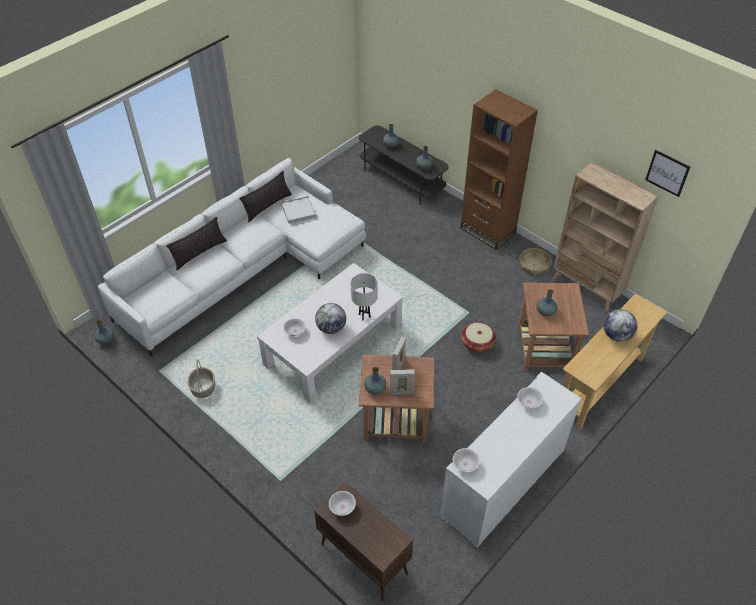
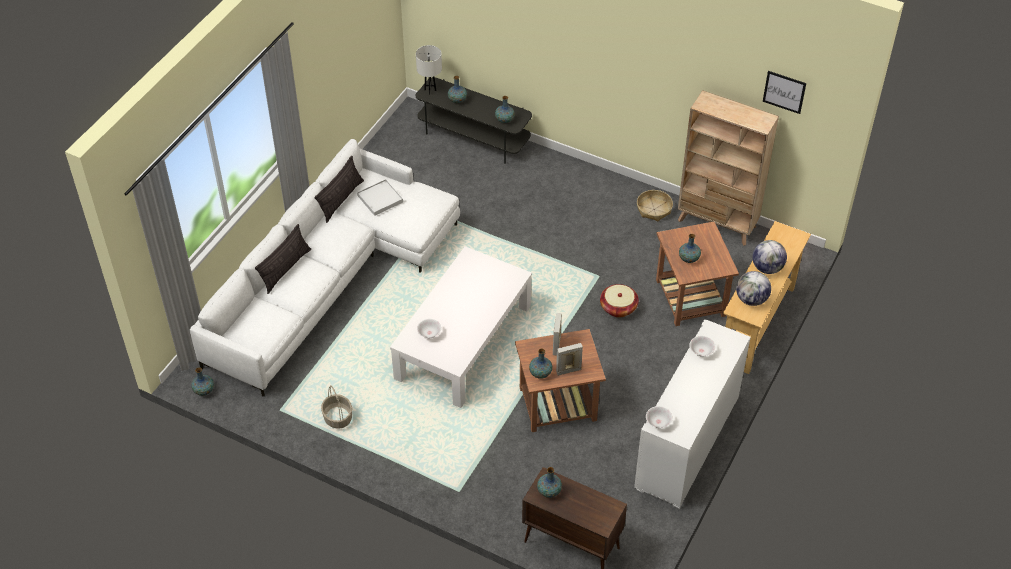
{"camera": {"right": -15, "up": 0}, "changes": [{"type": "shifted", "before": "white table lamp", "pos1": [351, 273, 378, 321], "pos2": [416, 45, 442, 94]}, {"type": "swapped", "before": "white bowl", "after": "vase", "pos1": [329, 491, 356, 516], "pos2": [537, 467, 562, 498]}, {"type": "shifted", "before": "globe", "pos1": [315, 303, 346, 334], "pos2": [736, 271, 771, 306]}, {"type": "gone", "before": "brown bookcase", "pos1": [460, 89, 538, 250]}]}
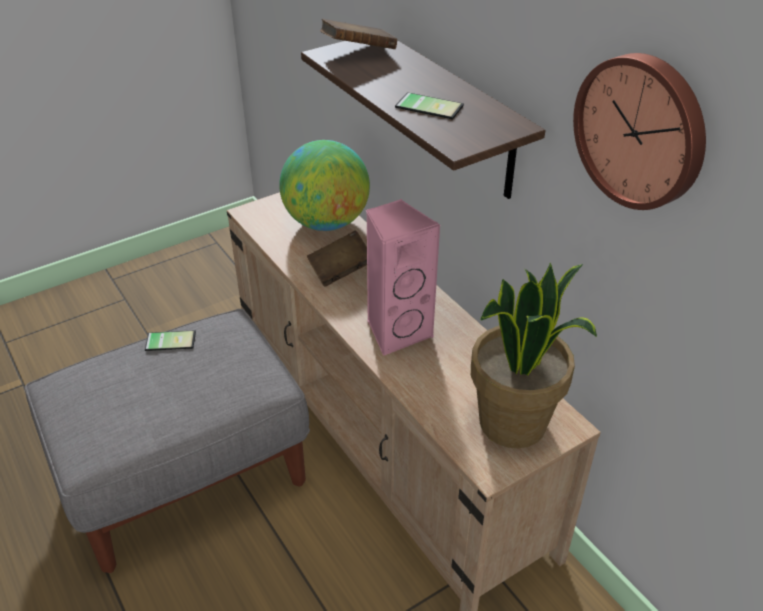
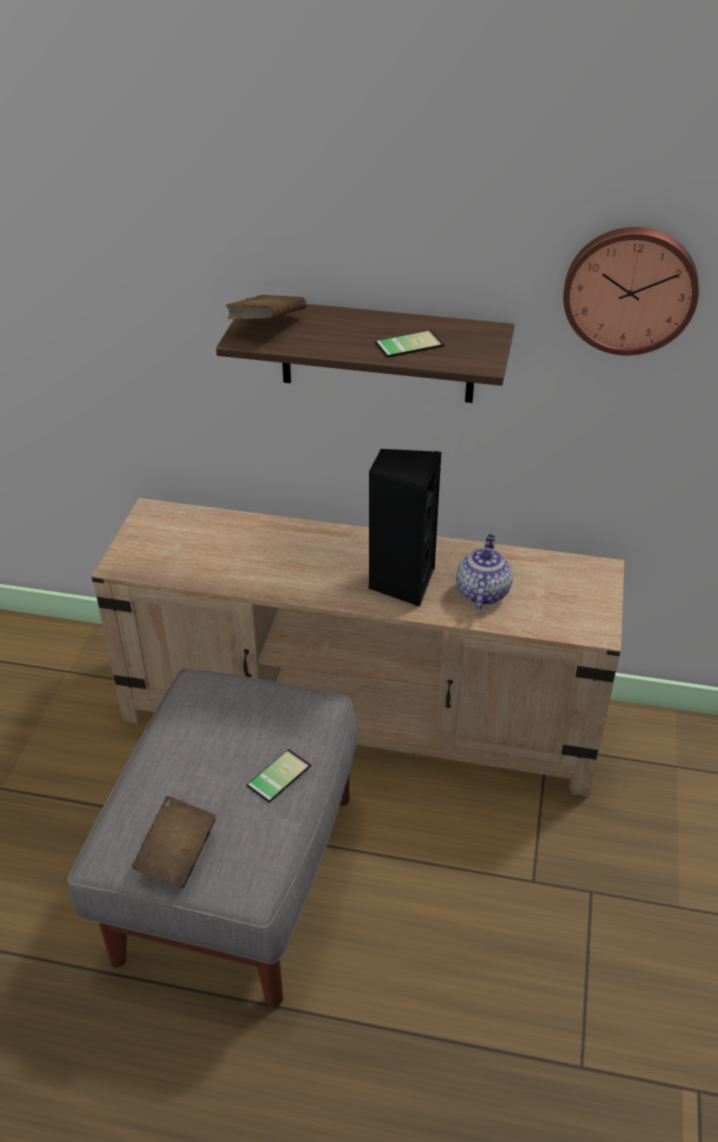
{"camera": {"right": -45, "up": 0}, "changes": [{"type": "shifted", "before": "brown book", "pos1": [307, 231, 367, 287], "pos2": [132, 796, 216, 888]}, {"type": "shifted", "before": "phone", "pos1": [145, 330, 196, 351], "pos2": [247, 749, 311, 803]}, {"type": "repainted", "before": "pink speaker", "after": "black speaker", "pos1": [366, 199, 440, 356], "pos2": [368, 448, 441, 607]}, {"type": "new", "after": "teapot", "pos2": [456, 534, 513, 609]}, {"type": "gone", "before": "globe", "pos1": [279, 140, 370, 231]}, {"type": "gone", "before": "potted plant", "pos1": [471, 263, 597, 448]}]}
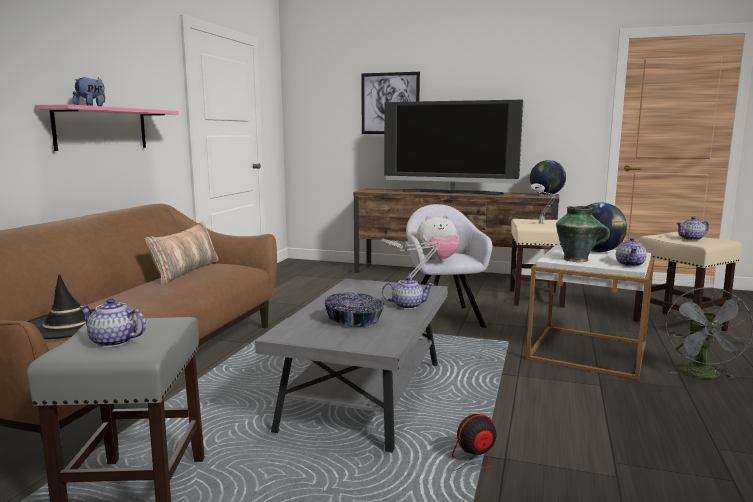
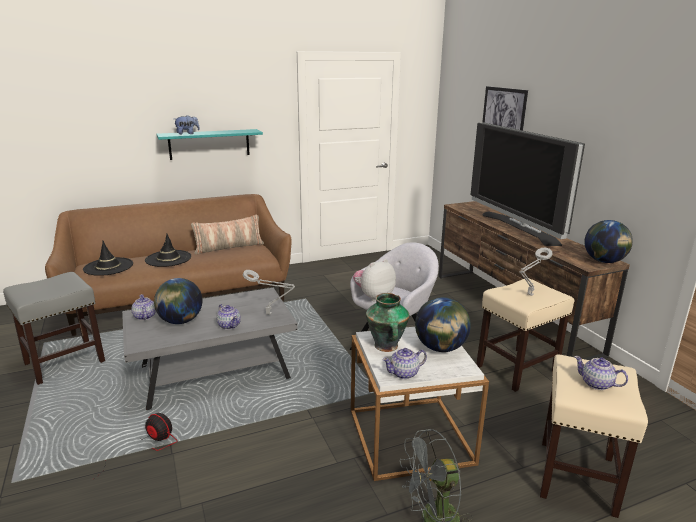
{"camera": {"right": 50, "up": 10}, "changes": [{"type": "shifted", "before": "teapot", "pos1": [79, 298, 146, 347], "pos2": [131, 294, 156, 320]}, {"type": "new", "after": "black hat", "pos2": [145, 234, 191, 267]}, {"type": "swapped", "before": "bowl", "after": "globe", "pos1": [324, 292, 385, 327], "pos2": [154, 278, 202, 324]}, {"type": "repainted", "before": "pink shelf", "after": "turquoise shelf", "pos1": [35, 104, 179, 151], "pos2": [156, 129, 263, 160]}, {"type": "rotated", "before": "plush toy", "pos1": [416, 215, 460, 260], "pos2": [353, 259, 396, 301], "turn": 105}]}
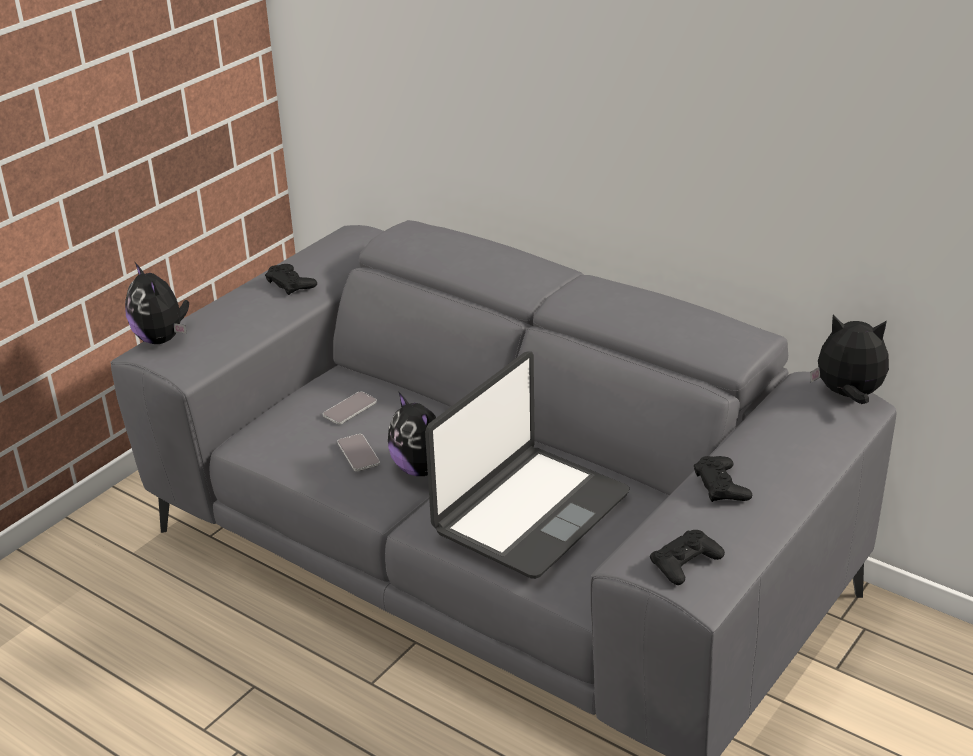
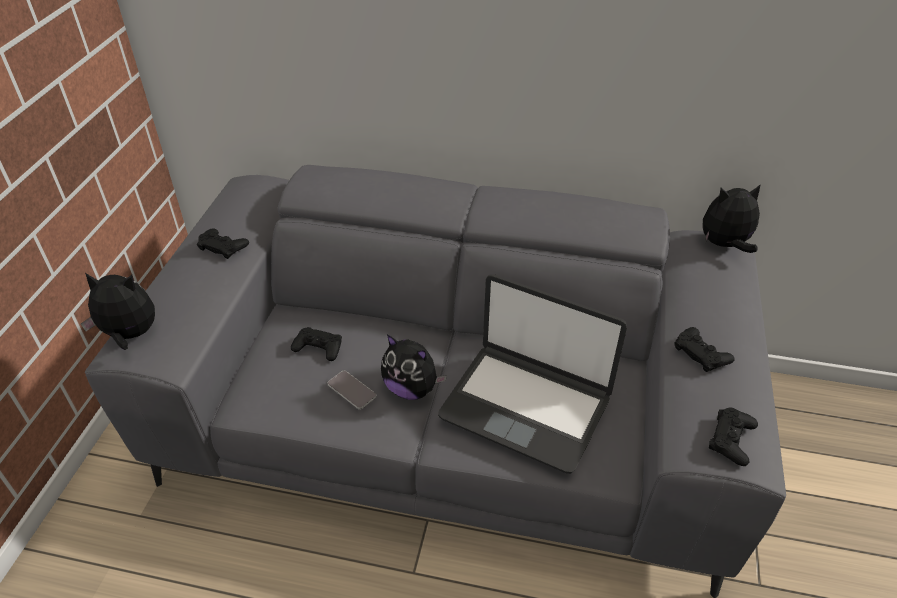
{"camera": {"right": -25, "up": 10}, "changes": [{"type": "rotated", "before": "plush toy", "pos1": [125, 263, 189, 344], "pos2": [81, 273, 155, 350], "turn": 150}, {"type": "swapped", "before": "phone", "after": "black game controller", "pos1": [323, 392, 377, 425], "pos2": [291, 327, 342, 361]}, {"type": "rotated", "before": "laptop", "pos1": [425, 351, 630, 579], "pos2": [438, 274, 627, 474], "turn": 105}]}
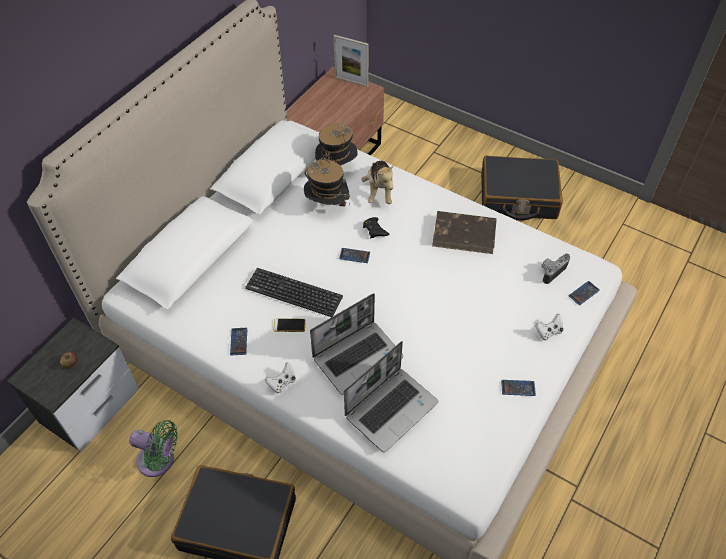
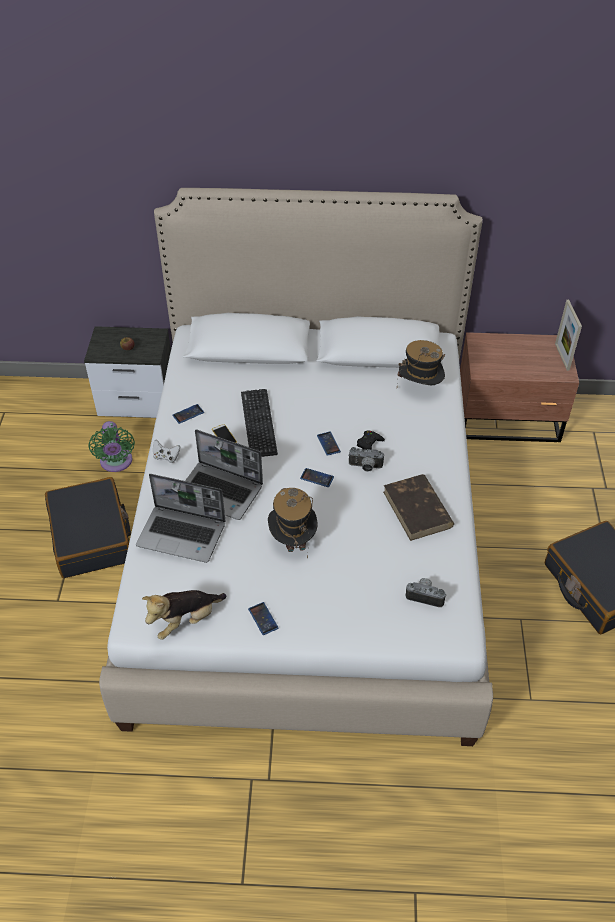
{"camera": {"right": 60, "up": -5}, "changes": [{"type": "shifted", "before": "plush toy", "pos1": [361, 161, 394, 204], "pos2": [142, 590, 227, 640]}, {"type": "shifted", "before": "hat", "pos1": [304, 156, 350, 207], "pos2": [268, 488, 318, 559]}, {"type": "shifted", "before": "phone", "pos1": [569, 281, 600, 305], "pos2": [300, 468, 334, 487]}, {"type": "new", "after": "photo camera", "pos2": [348, 447, 384, 472]}, {"type": "gone", "before": "white game controller", "pos1": [535, 313, 563, 341]}]}
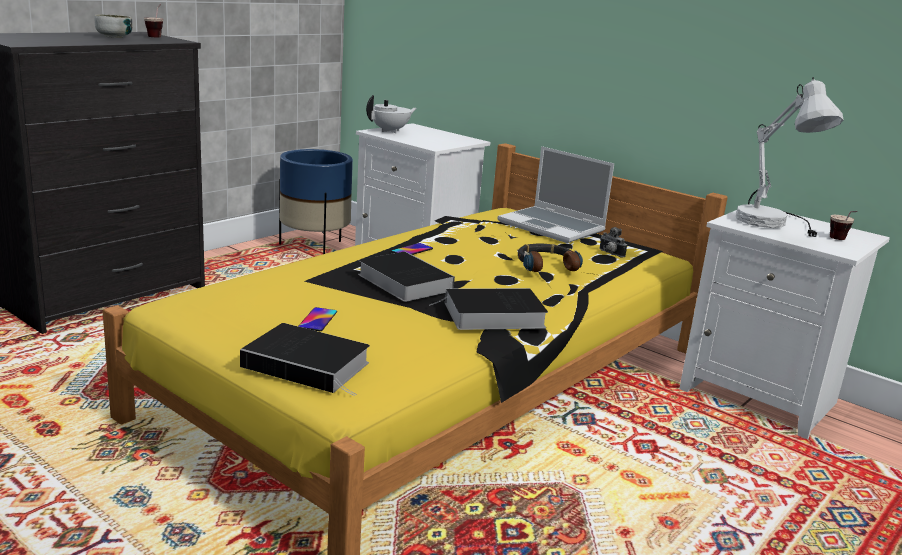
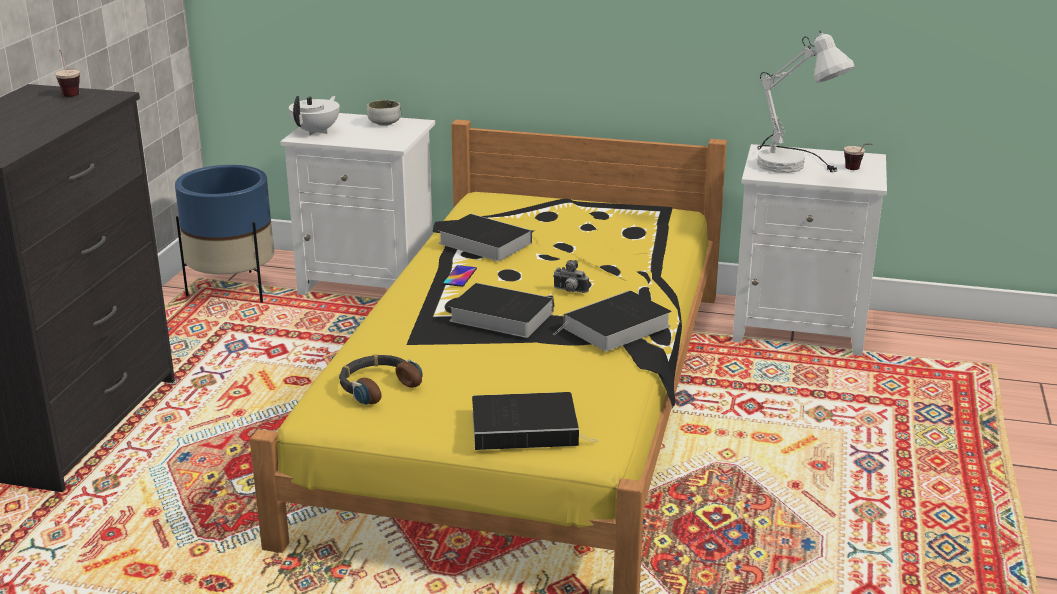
{"camera": {"right": -25, "up": 5}, "changes": [{"type": "shifted", "before": "headphones", "pos1": [518, 243, 583, 272], "pos2": [339, 354, 423, 405]}, {"type": "shifted", "before": "bowl", "pos1": [94, 15, 132, 38], "pos2": [367, 100, 401, 126]}, {"type": "new", "after": "book", "pos2": [438, 214, 532, 261]}, {"type": "shifted", "before": "photo camera", "pos1": [599, 227, 627, 257], "pos2": [553, 260, 589, 293]}, {"type": "gone", "before": "phone", "pos1": [298, 307, 337, 331]}, {"type": "gone", "before": "laptop", "pos1": [497, 146, 614, 243]}]}
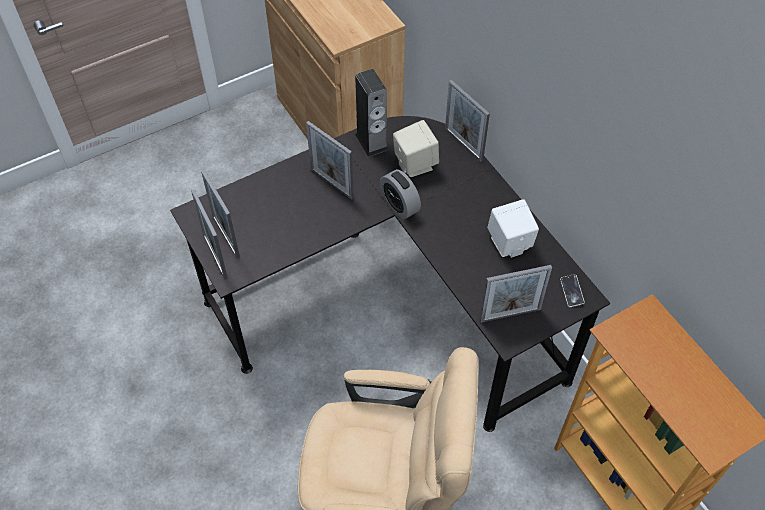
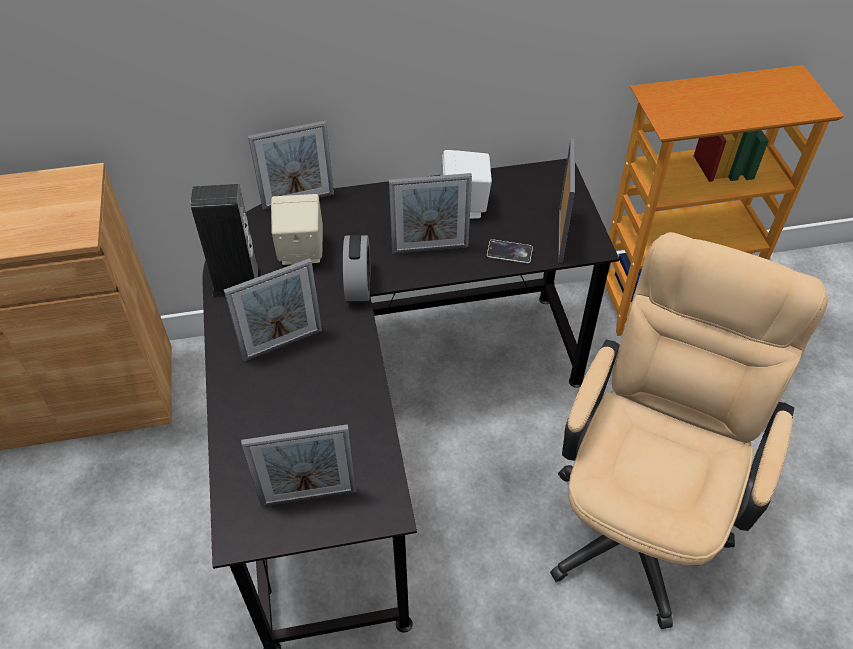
{"camera": {"right": -70, "up": -5}, "changes": [{"type": "rotated", "before": "alarm clock", "pos1": [380, 169, 421, 219], "pos2": [343, 235, 370, 301], "turn": -75}, {"type": "shifted", "before": "picture frame", "pos1": [191, 189, 228, 280], "pos2": [389, 173, 472, 254]}, {"type": "shifted", "before": "phone", "pos1": [560, 274, 585, 307], "pos2": [487, 239, 533, 263]}]}
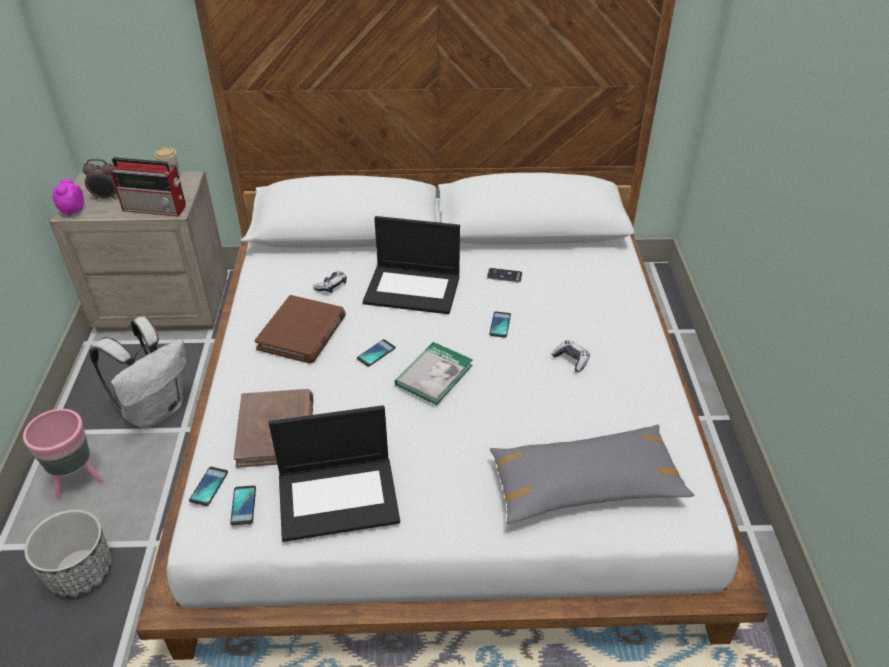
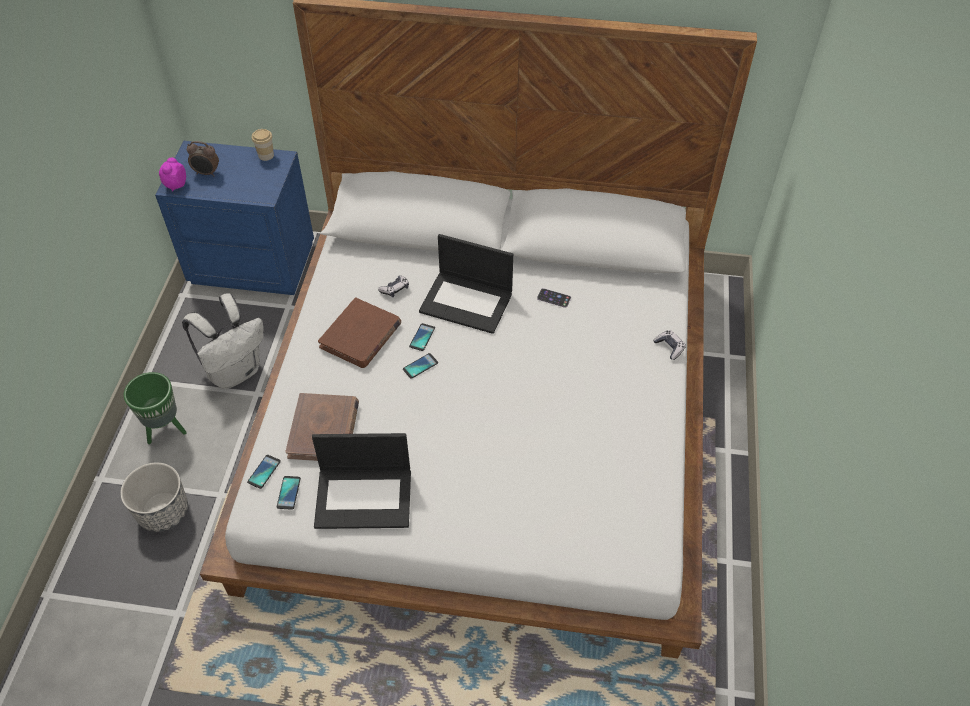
{"camera": {"right": 10, "up": 10}, "changes": [{"type": "repainted", "before": "pink planter", "after": "green planter", "pos1": [23, 409, 104, 499], "pos2": [124, 372, 187, 444]}, {"type": "repainted", "before": "beige nightstand", "after": "blue nightstand", "pos1": [50, 171, 228, 331], "pos2": [155, 141, 314, 295]}, {"type": "shifted", "before": "phone", "pos1": [489, 311, 511, 338], "pos2": [409, 323, 435, 351]}, {"type": "shifted", "before": "game controller", "pos1": [552, 340, 590, 372], "pos2": [653, 330, 686, 360]}, {"type": "gone", "before": "radio", "pos1": [110, 157, 186, 217]}, {"type": "gone", "before": "book", "pos1": [395, 342, 473, 405]}, {"type": "gone", "before": "grey pillow", "pos1": [490, 425, 694, 524]}]}
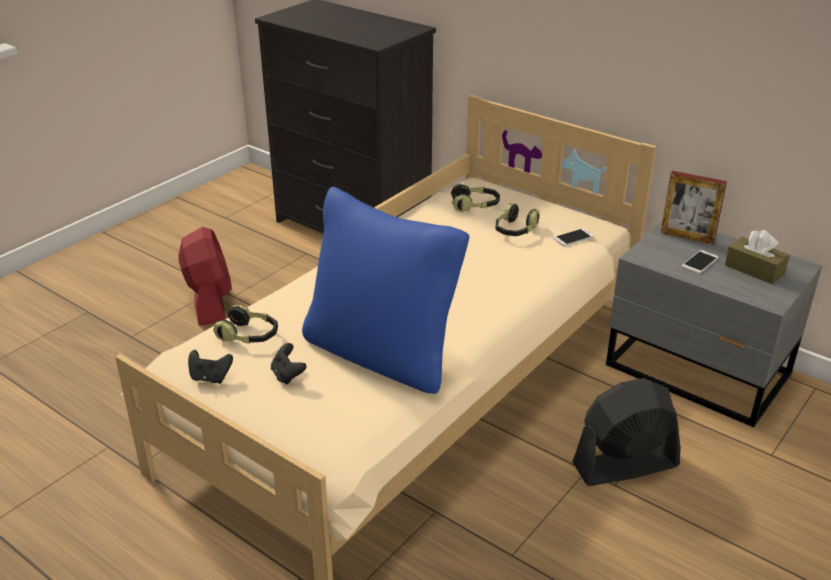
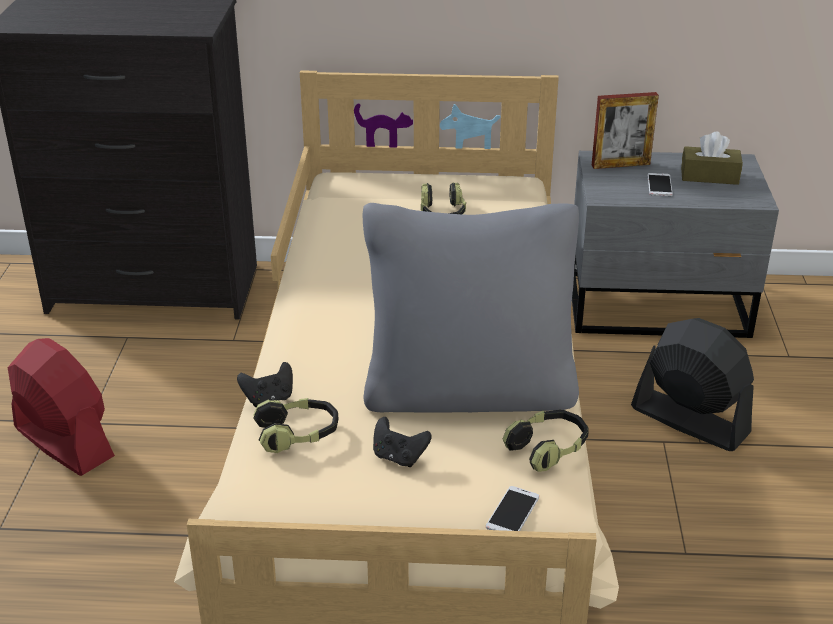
{"camera": {"right": -35, "up": 0}, "changes": [{"type": "shifted", "before": "black game controller", "pos1": [188, 350, 233, 384], "pos2": [237, 362, 293, 407]}, {"type": "repainted", "before": "blue pillow", "after": "grey pillow", "pos1": [302, 187, 469, 394], "pos2": [363, 203, 579, 413]}, {"type": "shifted", "before": "phone", "pos1": [553, 228, 594, 246], "pos2": [486, 486, 539, 531]}, {"type": "shifted", "before": "headphones", "pos1": [451, 183, 500, 212], "pos2": [503, 410, 589, 472]}, {"type": "rotated", "before": "black fan", "pos1": [572, 378, 680, 486], "pos2": [631, 318, 754, 451], "turn": 90}]}
